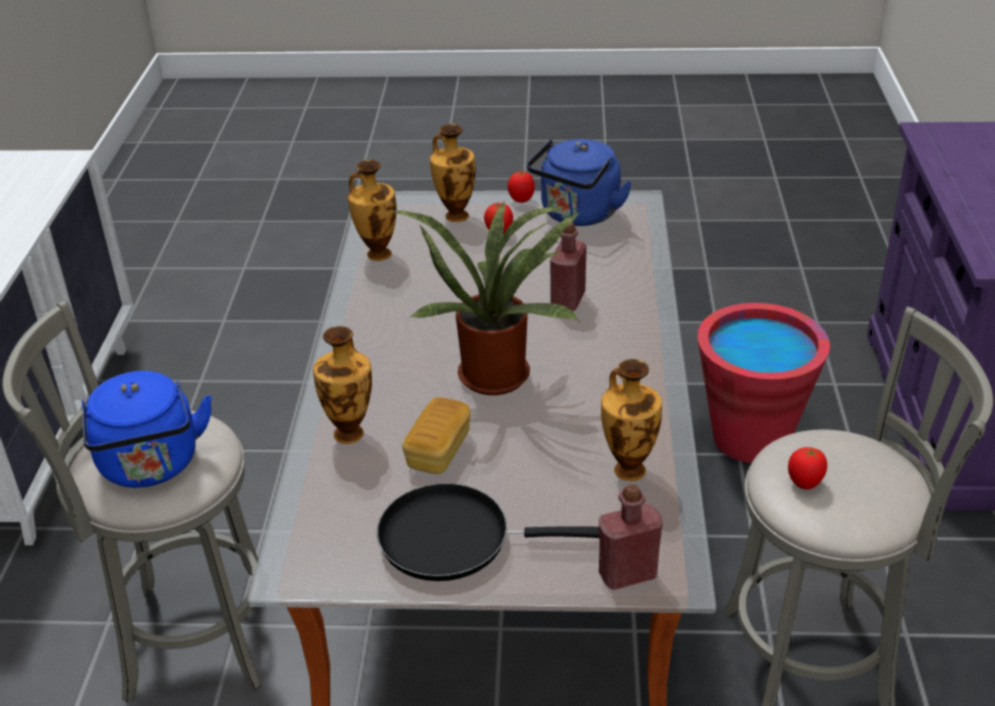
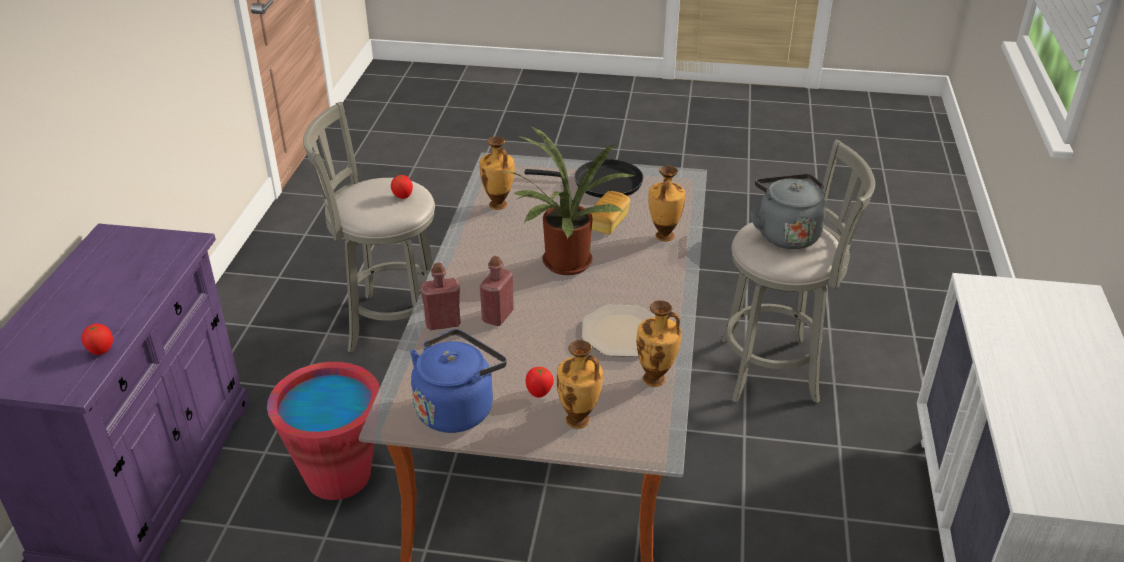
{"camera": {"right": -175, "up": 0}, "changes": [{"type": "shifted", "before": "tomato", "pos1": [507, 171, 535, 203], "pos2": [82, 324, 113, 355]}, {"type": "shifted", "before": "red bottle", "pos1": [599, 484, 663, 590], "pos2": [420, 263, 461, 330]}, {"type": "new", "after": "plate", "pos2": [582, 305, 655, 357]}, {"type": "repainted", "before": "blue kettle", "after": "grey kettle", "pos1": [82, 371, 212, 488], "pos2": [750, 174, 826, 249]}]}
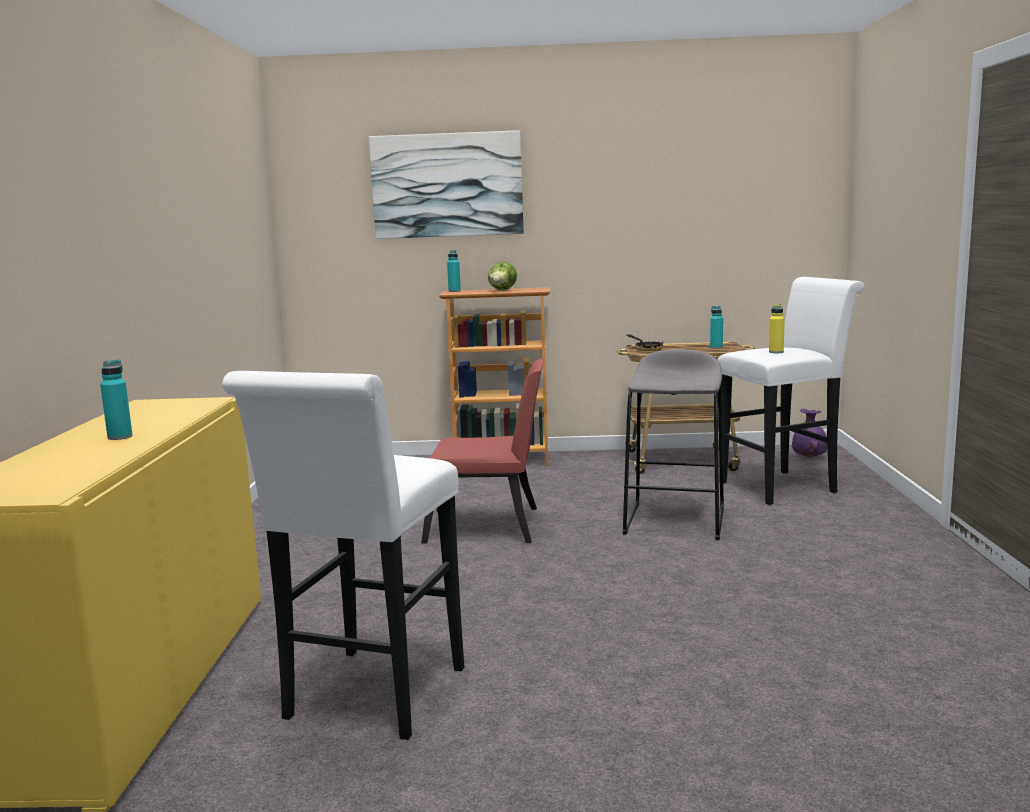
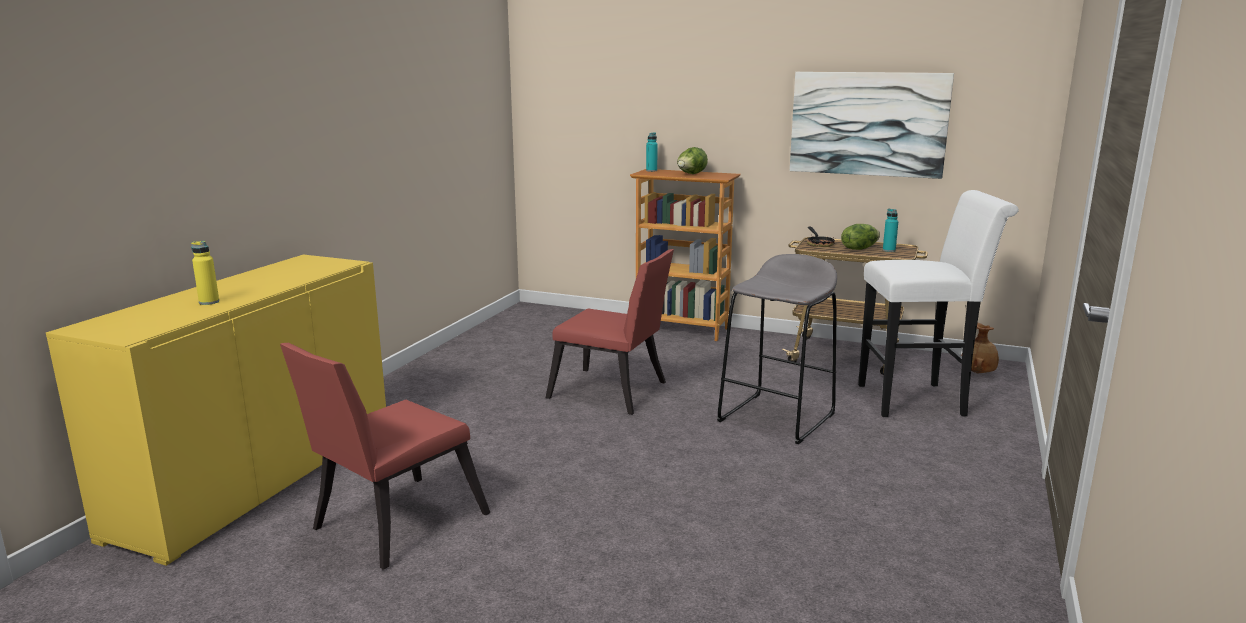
{"camera": {"right": 20, "up": 5}, "changes": [{"type": "shifted", "before": "yellow bottle", "pos1": [769, 304, 785, 353], "pos2": [191, 241, 219, 305]}, {"type": "swapped", "before": "white stool", "after": "red chair", "pos1": [222, 371, 465, 740], "pos2": [280, 343, 490, 570]}, {"type": "shifted", "before": "picture", "pos1": [369, 130, 524, 239], "pos2": [790, 72, 954, 179]}, {"type": "new", "after": "lettuce", "pos2": [841, 224, 880, 250]}, {"type": "repainted", "before": "purple vase", "after": "brown vase", "pos1": [792, 409, 827, 458], "pos2": [961, 323, 999, 374]}, {"type": "gone", "before": "turquoise bottle", "pos1": [100, 359, 133, 440]}]}
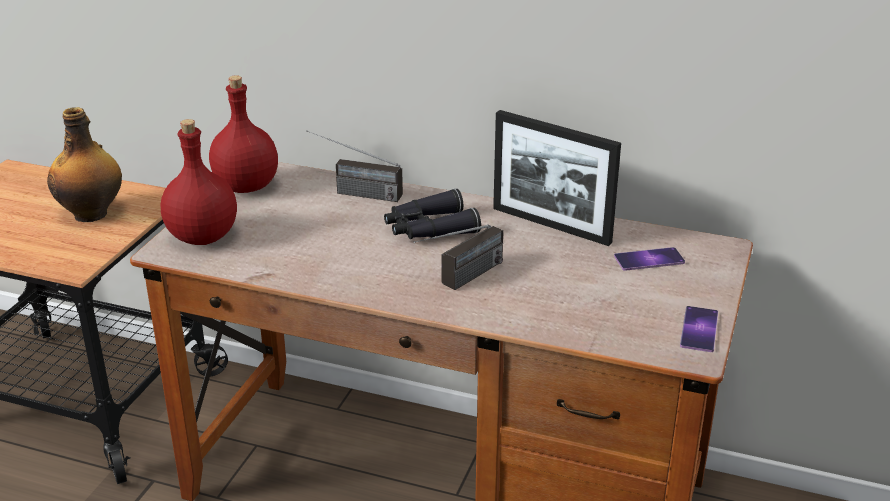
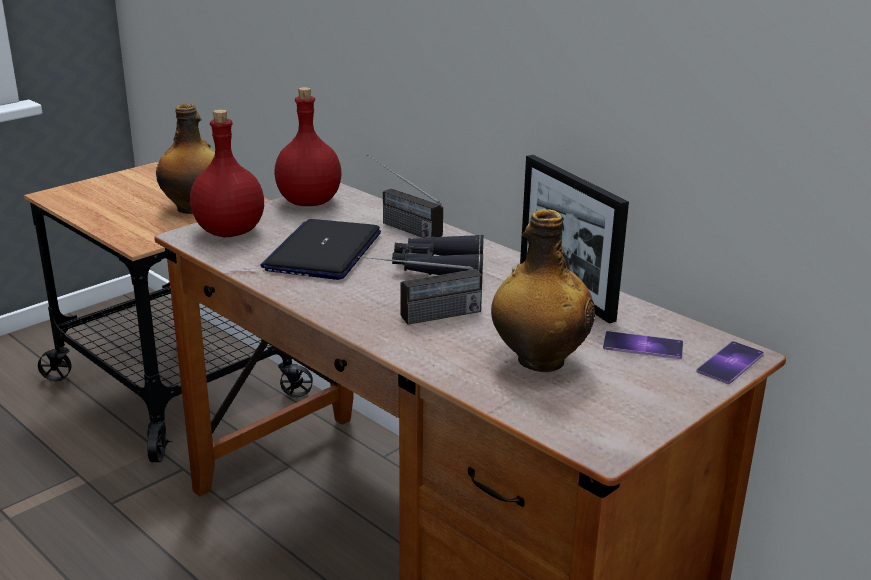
{"camera": {"right": 25, "up": -5}, "changes": [{"type": "new", "after": "laptop", "pos2": [261, 219, 381, 280]}, {"type": "new", "after": "bottle", "pos2": [491, 209, 595, 372]}, {"type": "shifted", "before": "phone", "pos1": [680, 306, 718, 352], "pos2": [696, 341, 764, 384]}]}
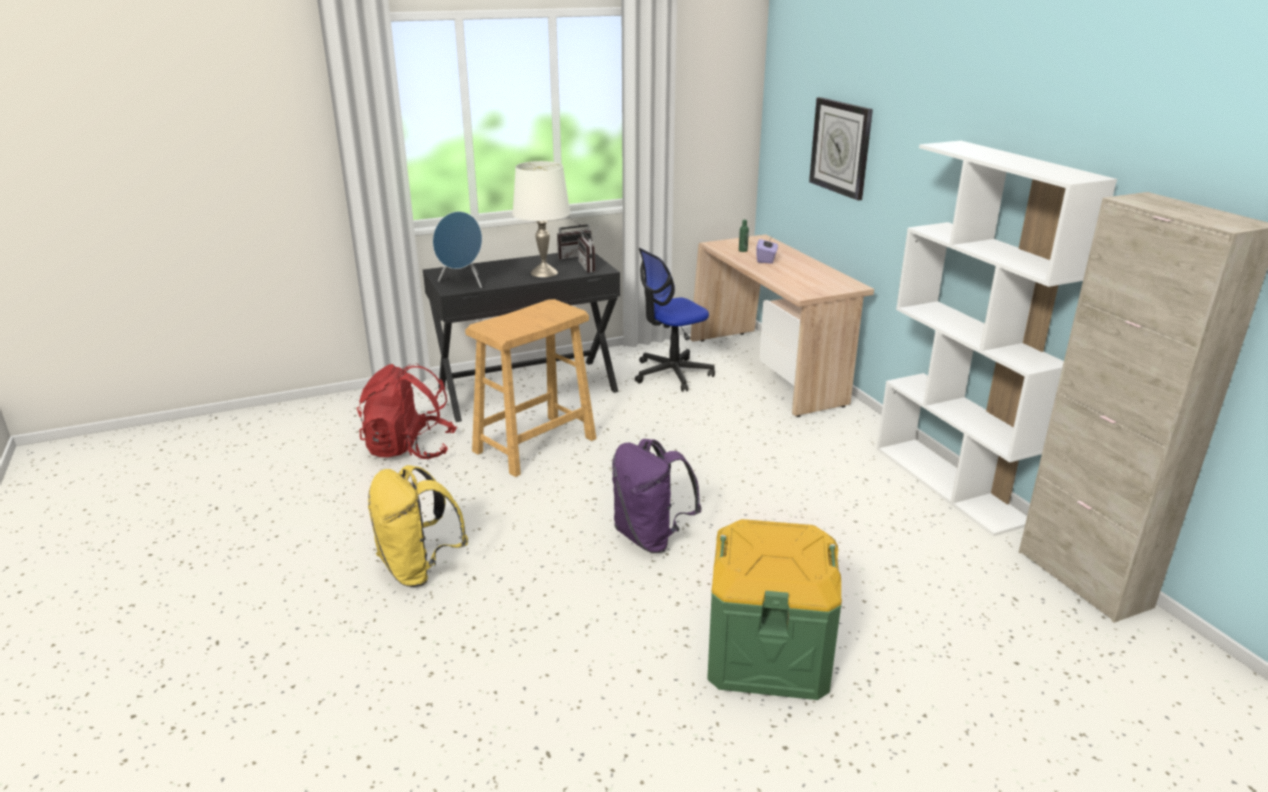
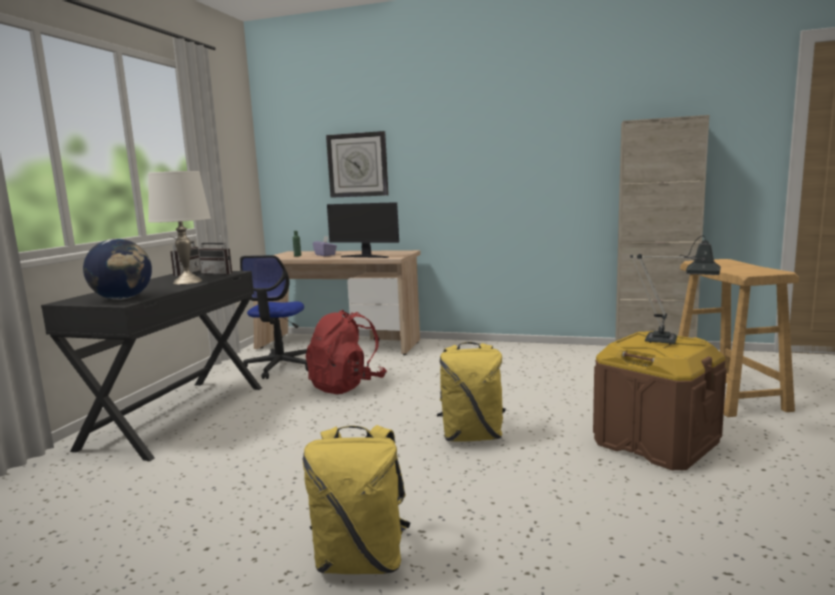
{"camera": {"right": -50, "up": -15}, "changes": [{"type": "swapped", "before": "blue speaker", "after": "globe", "pos1": [433, 211, 482, 288], "pos2": [83, 239, 152, 300]}, {"type": "shifted", "before": "red backpack", "pos1": [357, 364, 457, 459], "pos2": [306, 310, 387, 394]}, {"type": "new", "after": "monitor", "pos2": [327, 202, 399, 258]}, {"type": "repainted", "before": "purple backpack", "after": "yellow backpack", "pos1": [612, 439, 702, 553], "pos2": [437, 342, 506, 442]}, {"type": "repainted", "before": "green storage box", "after": "brown storage box", "pos1": [707, 519, 842, 700], "pos2": [593, 331, 727, 470]}, {"type": "new", "after": "table lamp", "pos2": [630, 236, 721, 345]}, {"type": "shifted", "before": "beige stool", "pos1": [465, 299, 596, 477], "pos2": [678, 259, 799, 417]}, {"type": "gone", "before": "white bookcase", "pos1": [877, 141, 1117, 536]}]}
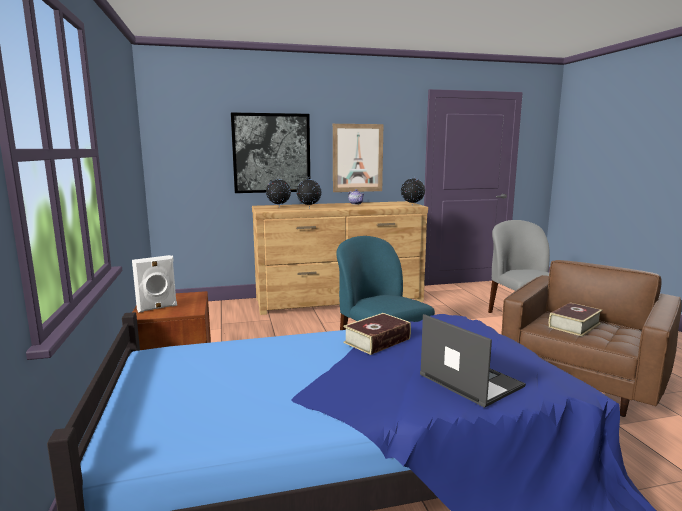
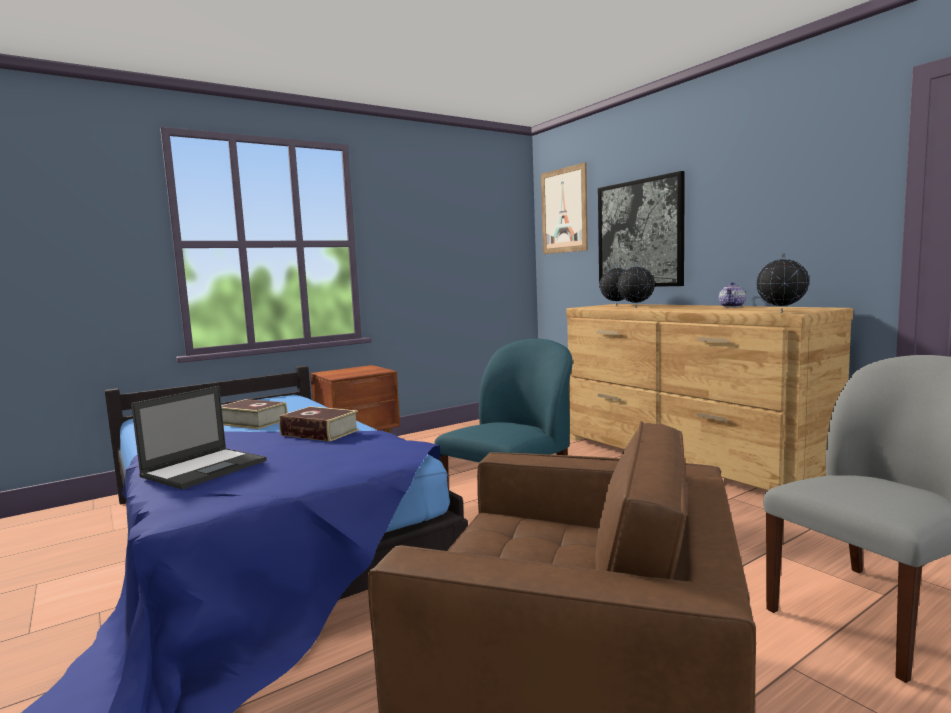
{"camera": {"right": 70, "up": -5}, "changes": [{"type": "shifted", "before": "book", "pos1": [549, 302, 603, 336], "pos2": [221, 399, 288, 429]}, {"type": "shifted", "before": "picture", "pos1": [333, 124, 383, 192], "pos2": [541, 162, 588, 254]}, {"type": "gone", "before": "white speaker", "pos1": [132, 255, 177, 313]}]}
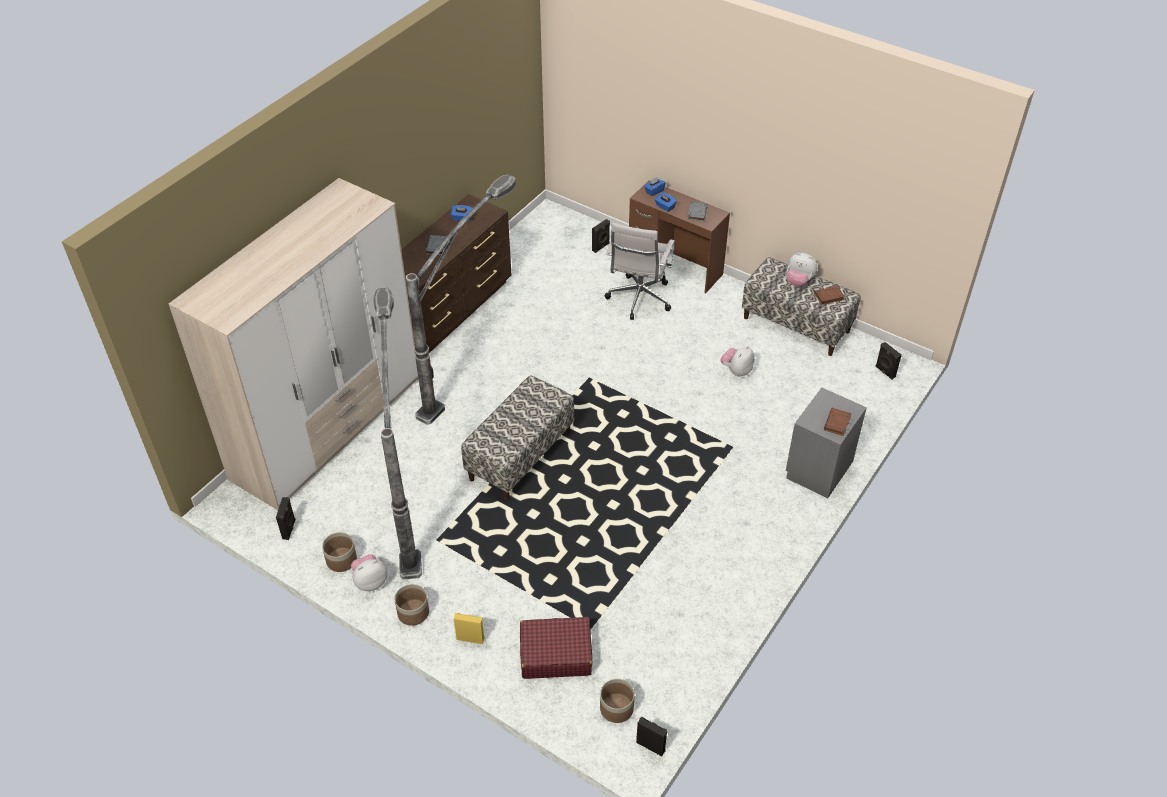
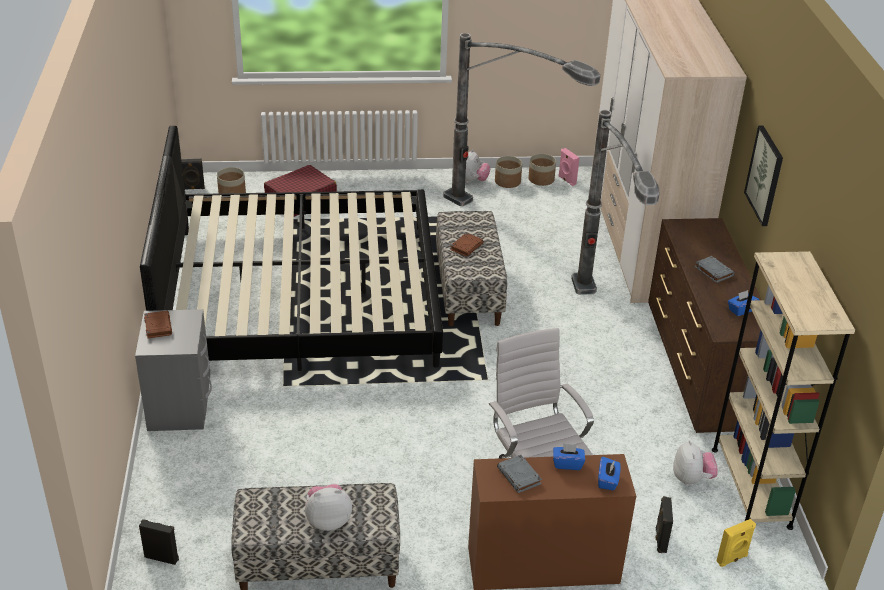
{"camera": {"right": 140, "up": -10}, "changes": [{"type": "new", "after": "bed", "pos2": [140, 126, 443, 371]}, {"type": "shifted", "before": "brown book", "pos1": [814, 286, 845, 305], "pos2": [450, 233, 484, 257]}, {"type": "shifted", "before": "planter", "pos1": [395, 584, 429, 626], "pos2": [528, 154, 556, 186]}, {"type": "repainted", "before": "black speaker", "after": "pink speaker", "pos1": [276, 497, 296, 540], "pos2": [558, 148, 579, 186]}, {"type": "shifted", "before": "plush toy", "pos1": [721, 346, 754, 377], "pos2": [673, 440, 718, 485]}, {"type": "new", "after": "beige bookcase", "pos2": [712, 251, 855, 530]}, {"type": "shifted", "before": "yellow speaker", "pos1": [454, 613, 485, 644], "pos2": [717, 519, 756, 567]}, {"type": "new", "after": "picture", "pos2": [744, 126, 783, 226]}]}
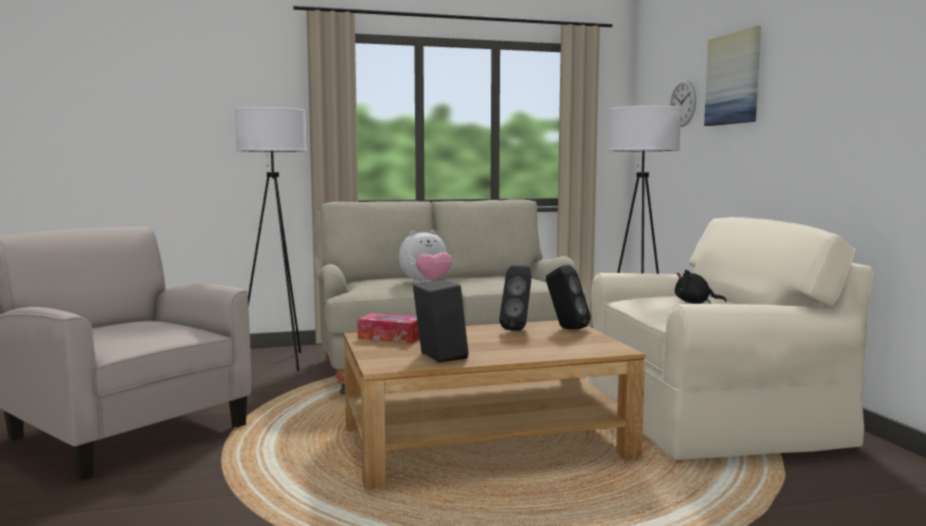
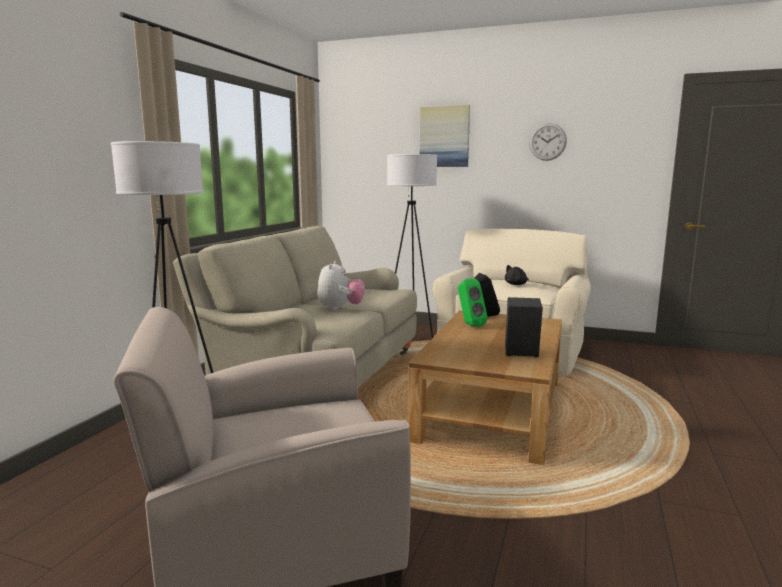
{"camera": {"right": -55, "up": 5}, "changes": [{"type": "repainted", "before": "black speaker", "after": "green speaker", "pos1": [499, 265, 531, 331], "pos2": [458, 278, 488, 327]}, {"type": "shifted", "before": "wall clock", "pos1": [670, 80, 696, 127], "pos2": [529, 123, 567, 161]}, {"type": "gone", "before": "tissue box", "pos1": [357, 313, 420, 344]}]}
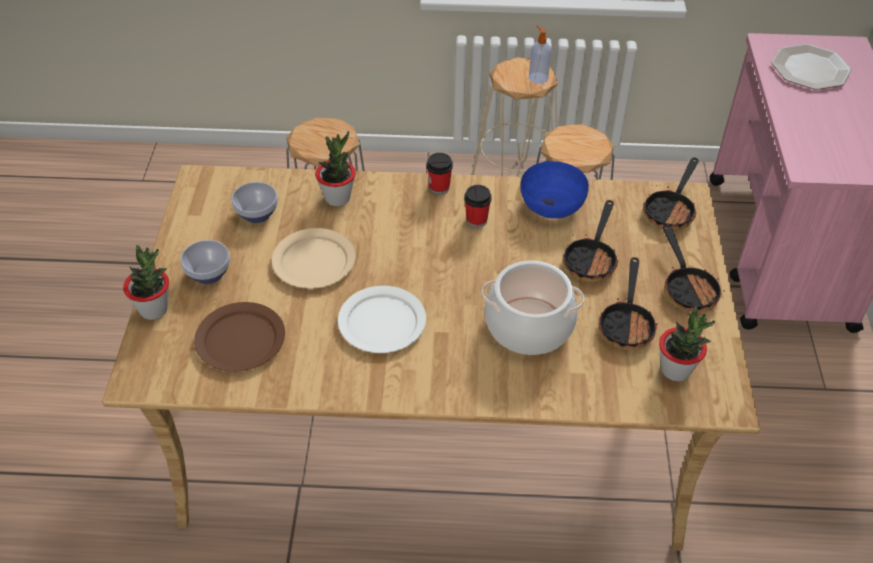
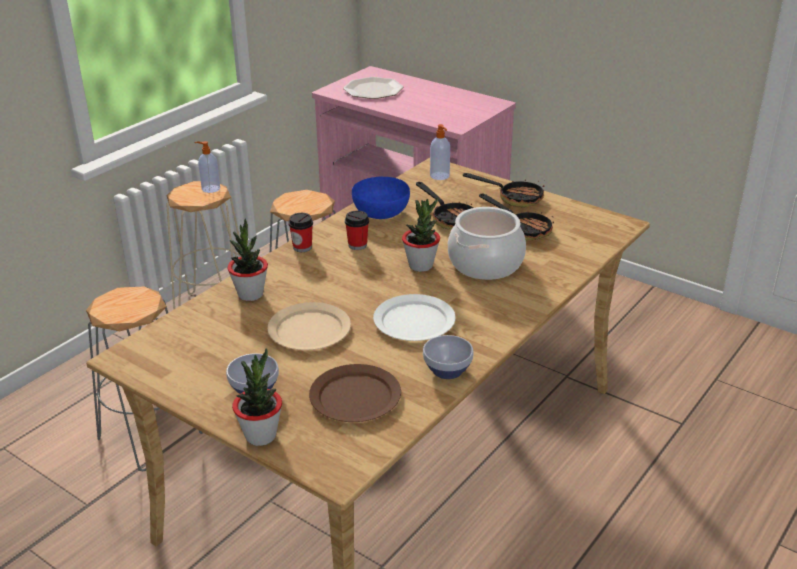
{"camera": {"right": -55, "up": -15}, "changes": [{"type": "shifted", "before": "potted plant", "pos1": [659, 306, 715, 381], "pos2": [402, 197, 440, 272]}, {"type": "shifted", "before": "bowl", "pos1": [232, 182, 278, 223], "pos2": [423, 335, 474, 379]}, {"type": "swapped", "before": "frying pan", "after": "soap dispenser", "pos1": [643, 157, 699, 231], "pos2": [430, 124, 450, 180]}]}
